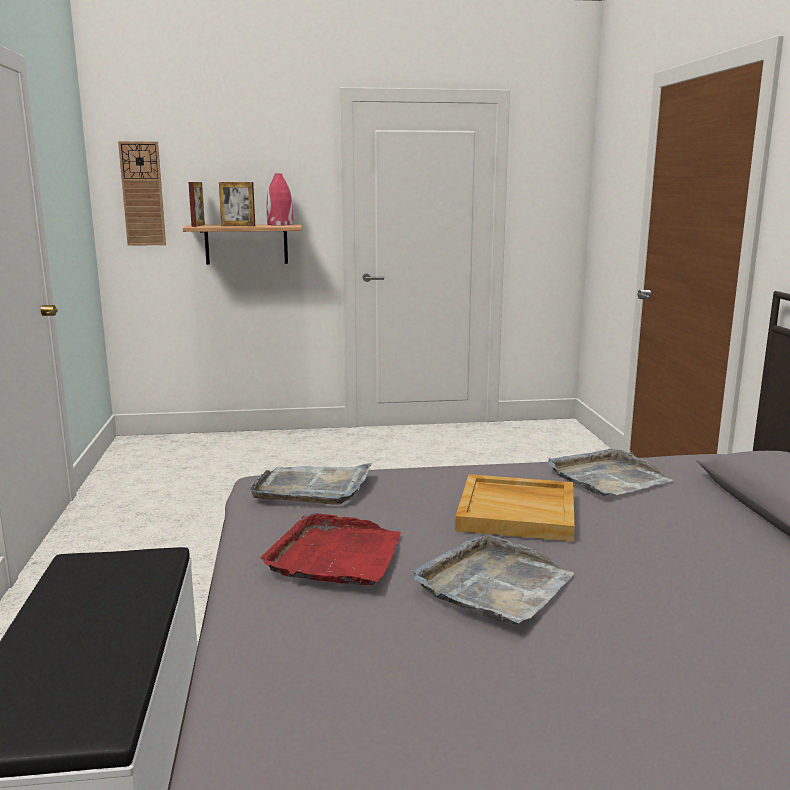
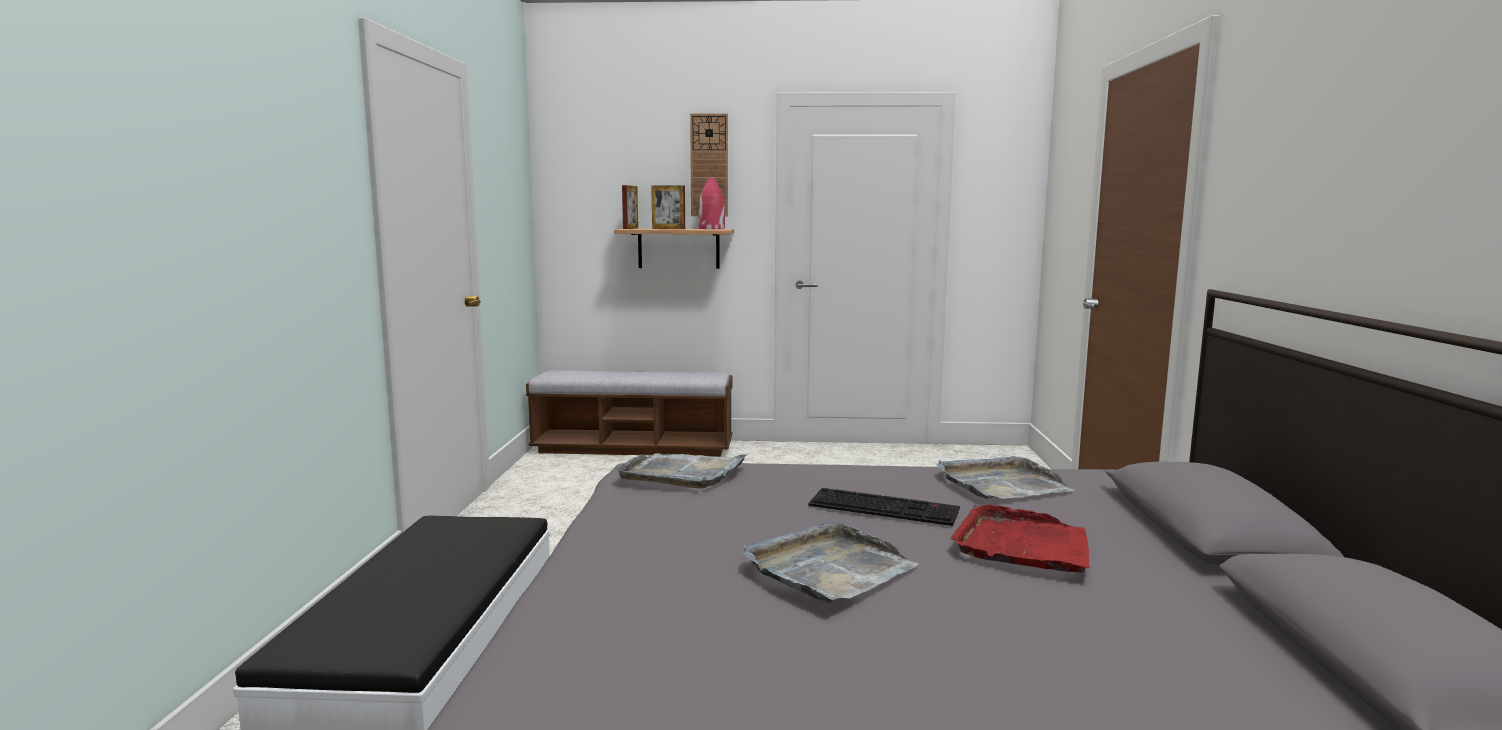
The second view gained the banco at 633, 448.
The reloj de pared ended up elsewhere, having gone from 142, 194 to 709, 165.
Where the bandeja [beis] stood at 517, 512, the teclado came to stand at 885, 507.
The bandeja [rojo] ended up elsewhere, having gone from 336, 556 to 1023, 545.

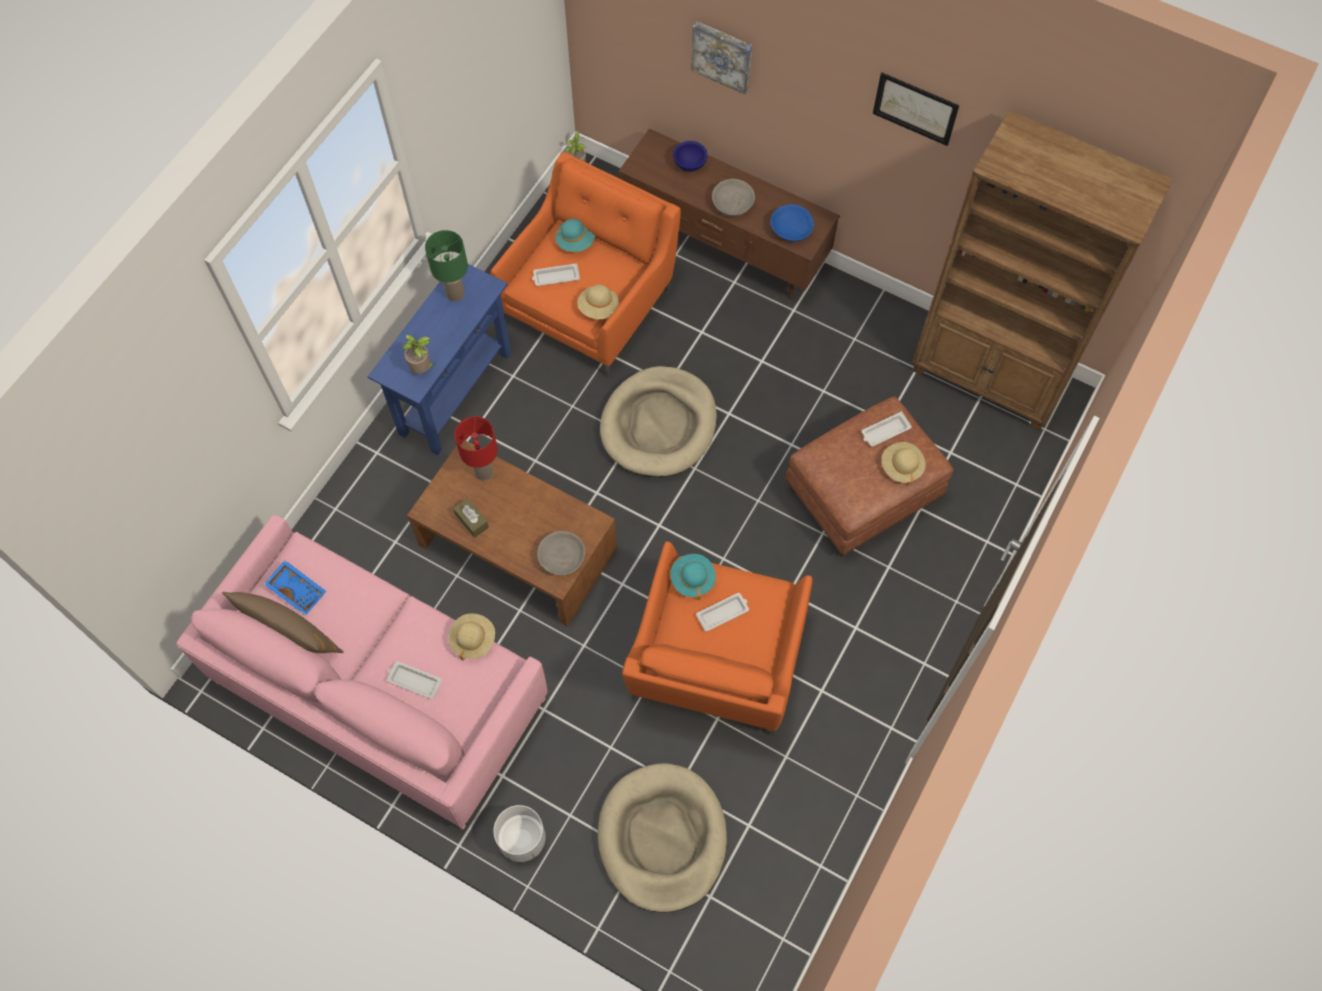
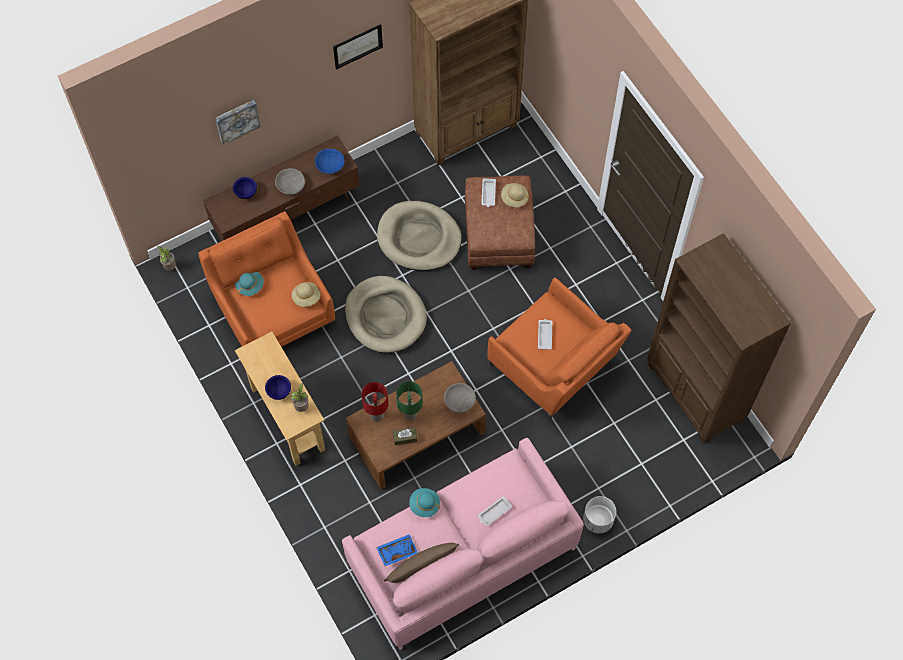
What was the mesa consola [azul] at 455, 393 turned into the mesa consola [beis] at 287, 418.
The second view gained the cuenco [azul] at 279, 391.
The cama para perro [beis] ended up elsewhere, having gone from 662, 838 to 419, 238.
The lámpara de mesa [verde] ended up elsewhere, having gone from 455, 293 to 410, 415.
The sombrero [turquesa] ended up elsewhere, having gone from 692, 579 to 424, 505.
The second view gained the estantería [marrón] at 695, 394.
The second view lost the sombrero [beis] at 473, 640.
The second view lost the bandeja [blanco] at 555, 277.

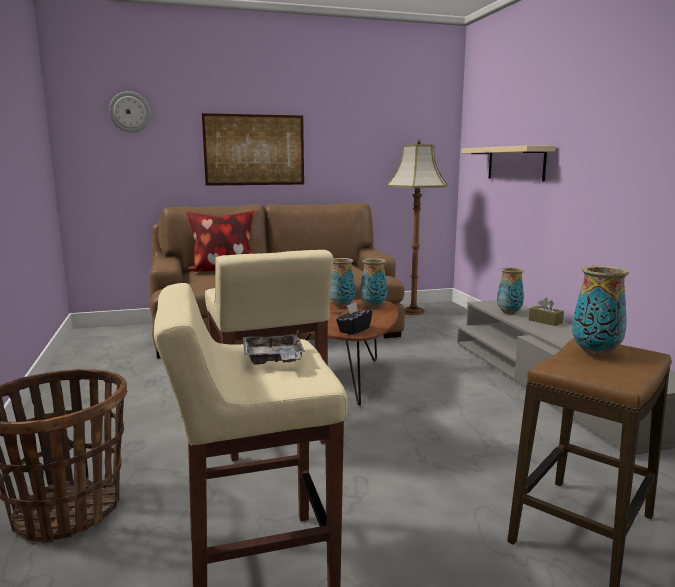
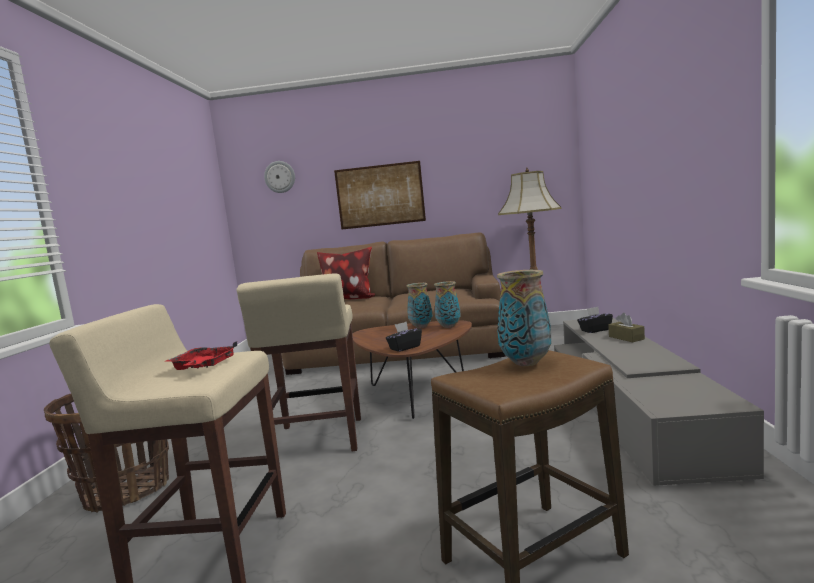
What was the bandeja [gris] at 274, 360 turned into the bandeja [rojo] at 203, 367.
Where the florero stood at 509, 313, the caja de pañuelos [negro] came to stand at 595, 330.
The second view lost the estante [beis] at 515, 163.

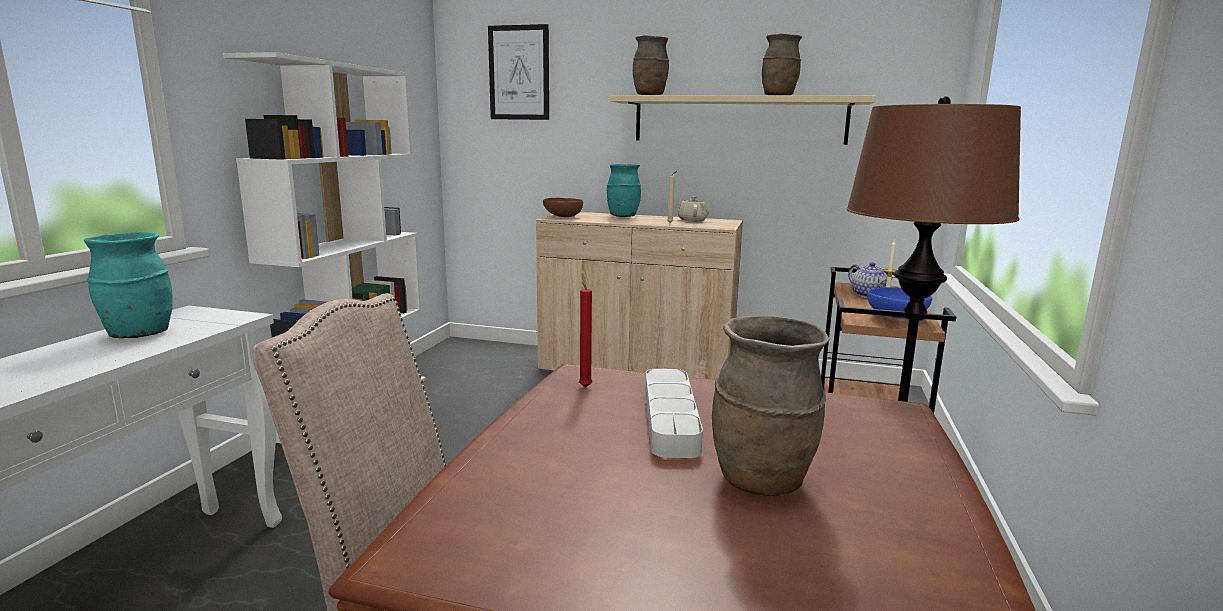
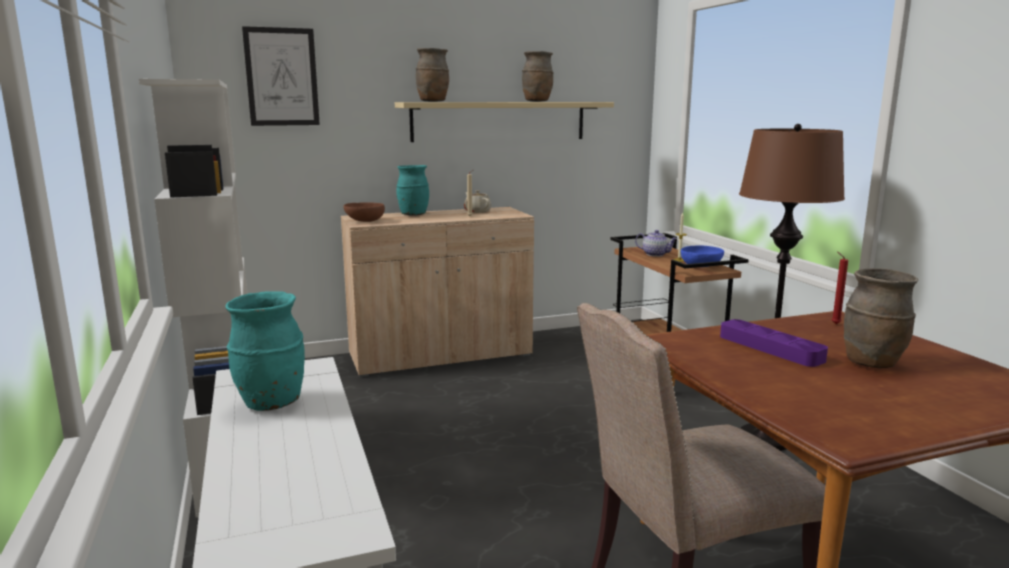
What was the bandeja [gris] at 670, 418 turned into the bandeja [morado] at 770, 348.
The vela [rojo] ended up elsewhere, having gone from 585, 386 to 834, 323.

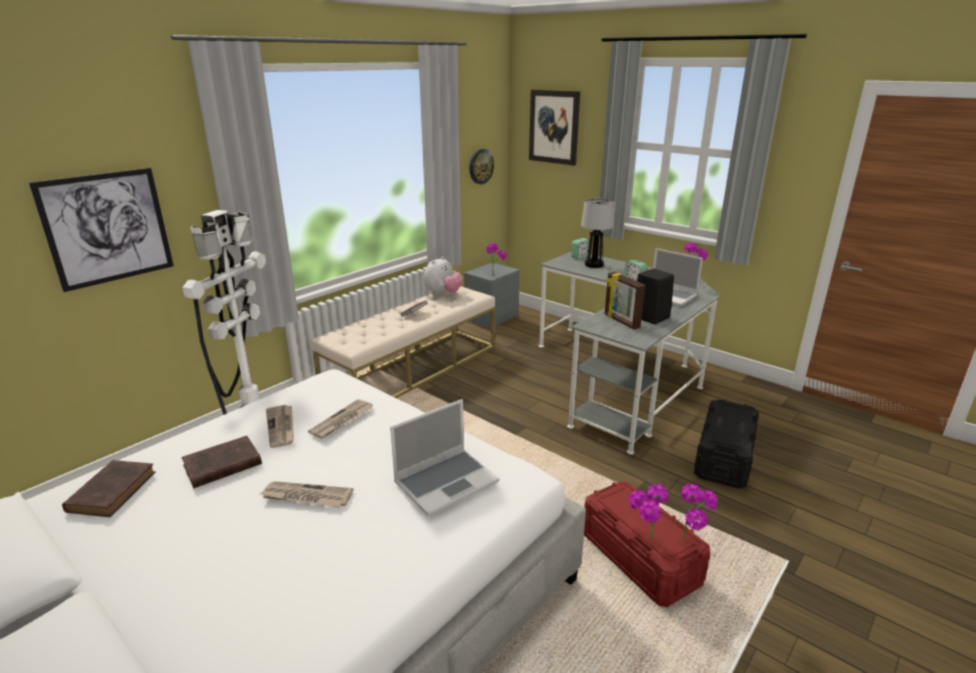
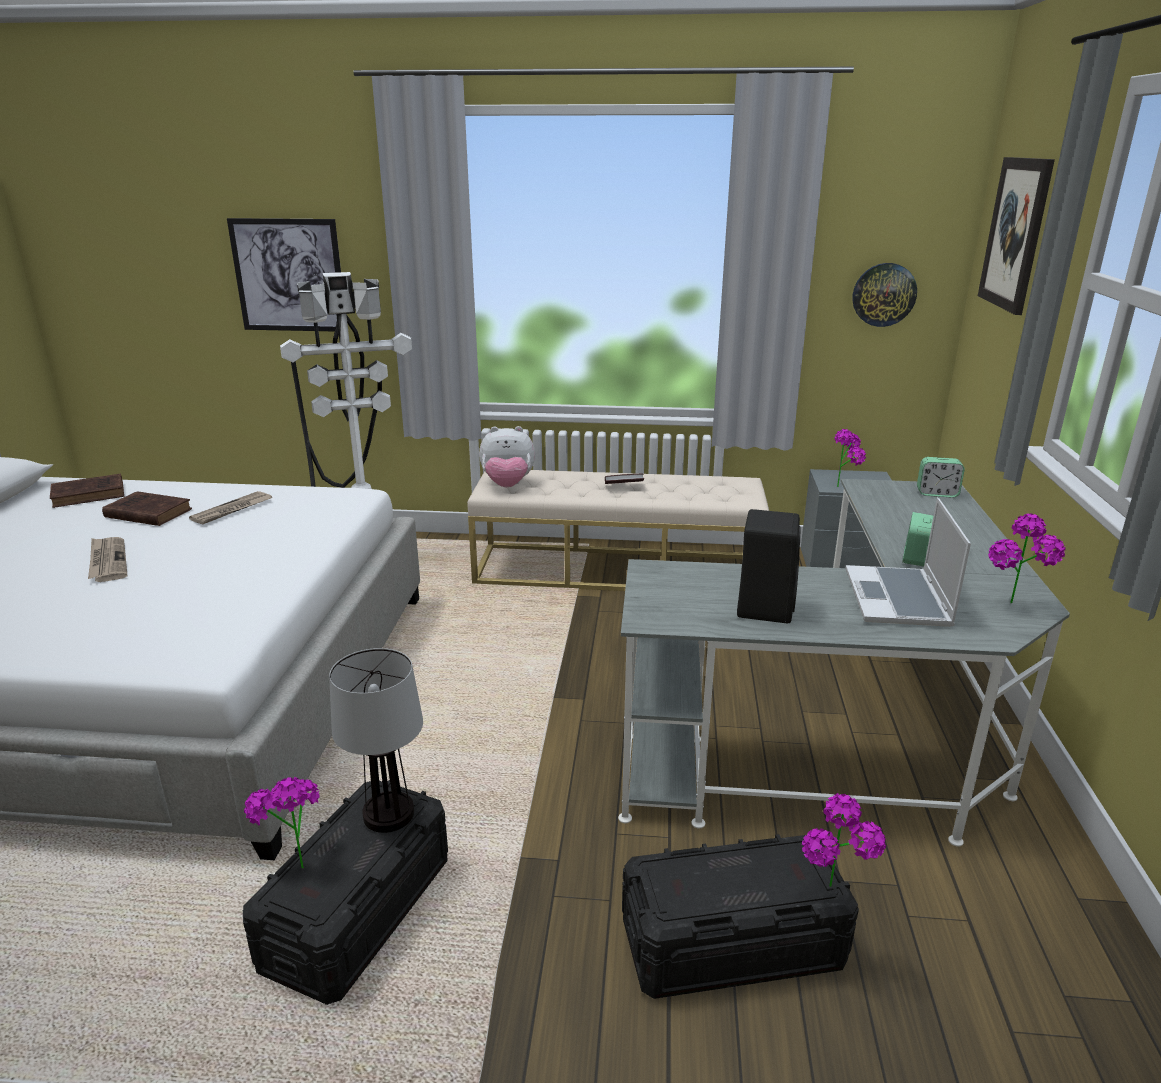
What was the caja de almacenaje [rojo] at 639, 558 turned into the caja de almacenaje [negro] at 358, 912.
The lámpara de mesa ended up elsewhere, having gone from 593, 265 to 387, 814.
The peluche ended up elsewhere, having gone from 443, 294 to 508, 486.
The planta en maceta ended up elsewhere, having gone from 692, 542 to 834, 897.
The second view lost the periódico at 342, 421.
The second view lost the portátil at 446, 481.
The second view lost the portarretratos at 621, 321.

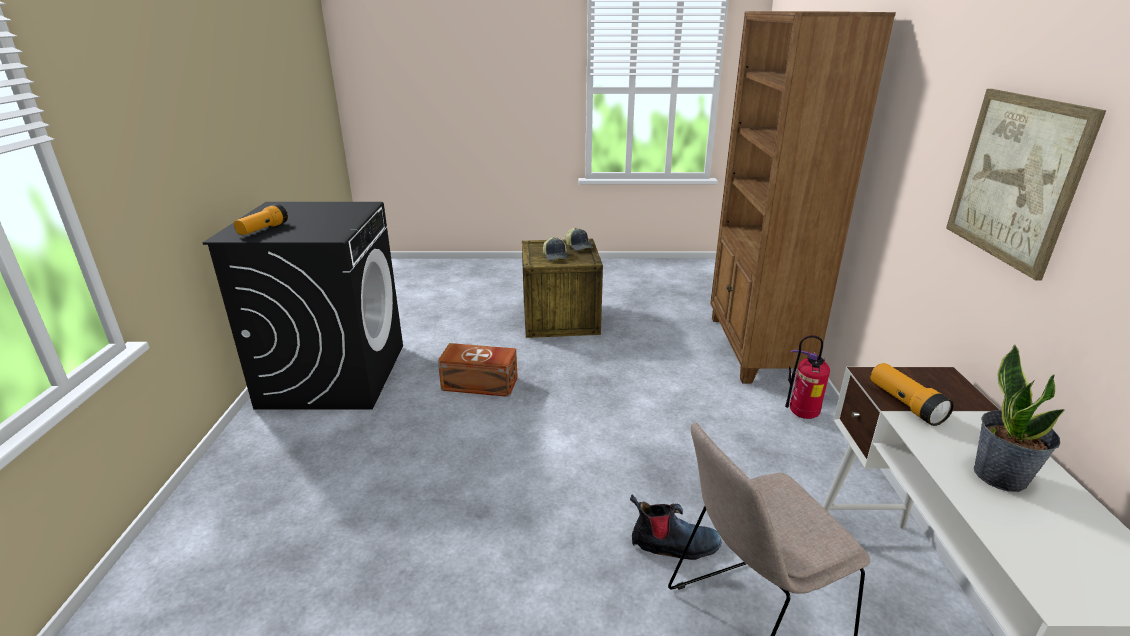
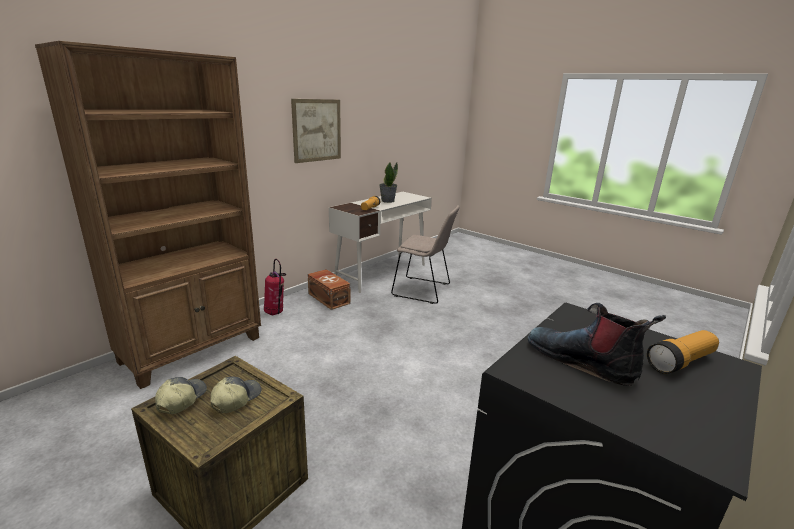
The caja de almacenaje [marrón] ended up elsewhere, having gone from 480, 384 to 329, 298.
The bota ended up elsewhere, having gone from 674, 545 to 582, 361.

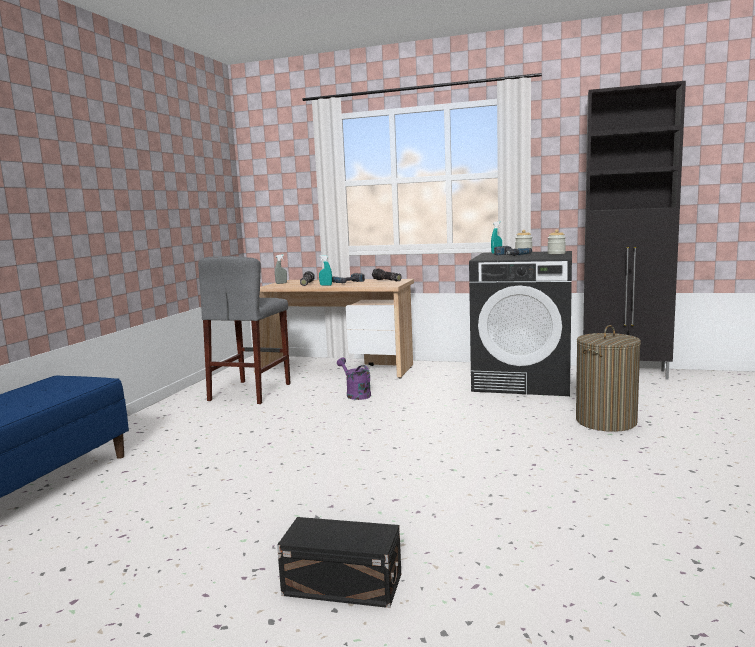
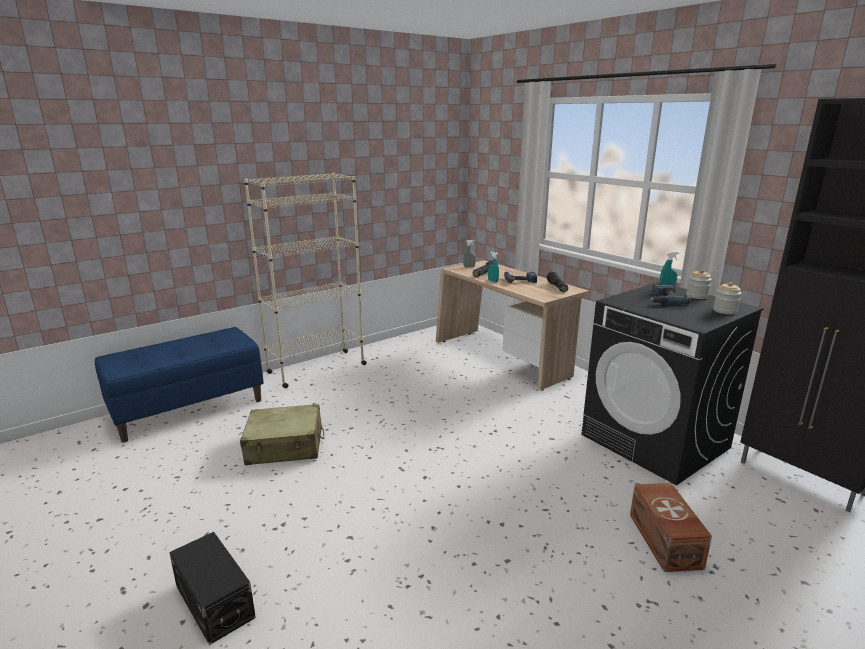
The second view gained the maleta [beis] at 285, 446.
The second view gained the estantería [beis] at 316, 369.
Where the cesto de la ropa stood at 606, 421, the caja de almacenaje [marrón] came to stand at 664, 541.
The second view lost the taburete [gris] at 251, 392.
The second view lost the regadera [morado] at 355, 394.

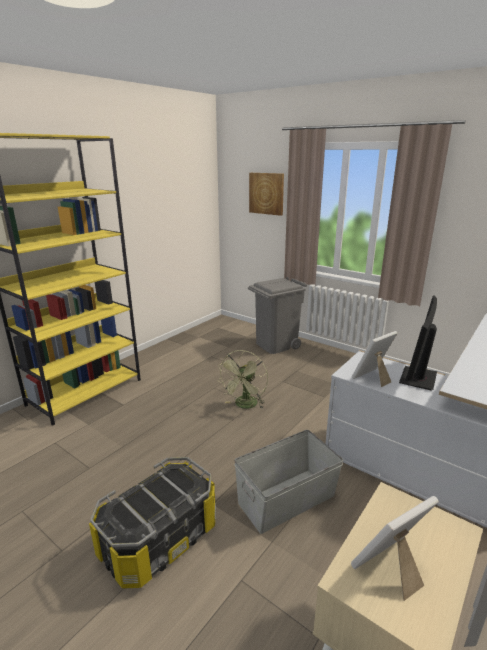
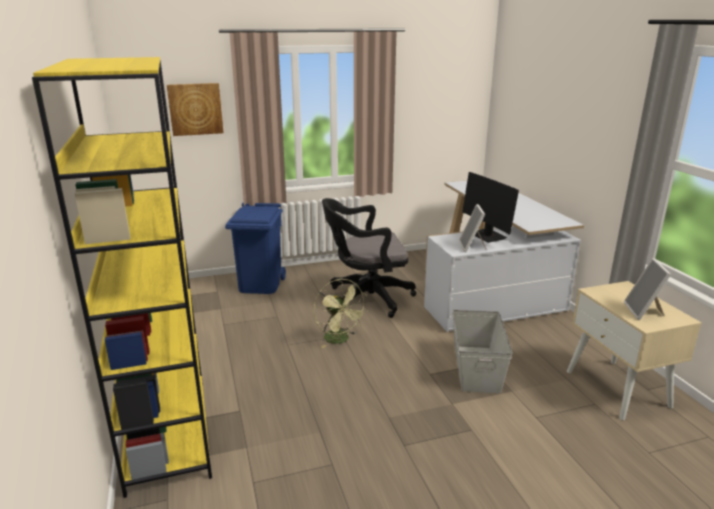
What was the papelera [gris] at 276, 345 turned into the papelera [azul] at 260, 285.
The second view gained the silla de oficina [negro] at 366, 298.
The second view lost the caja de almacenaje at 159, 539.

